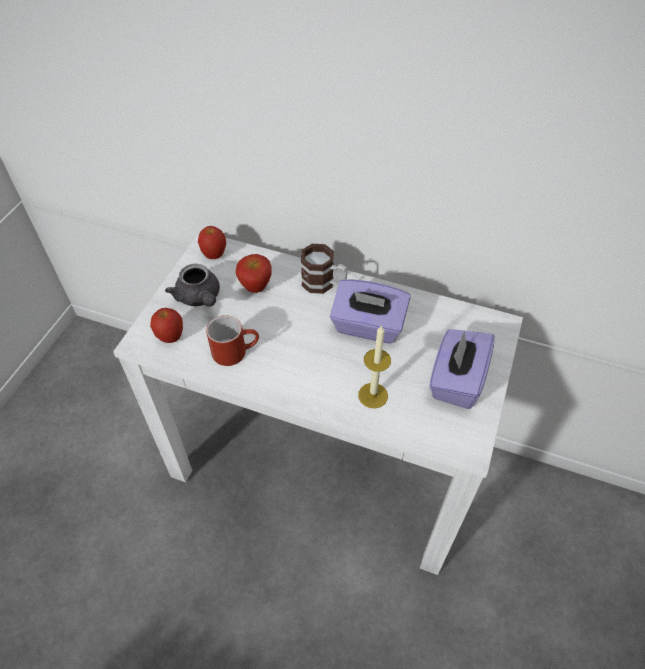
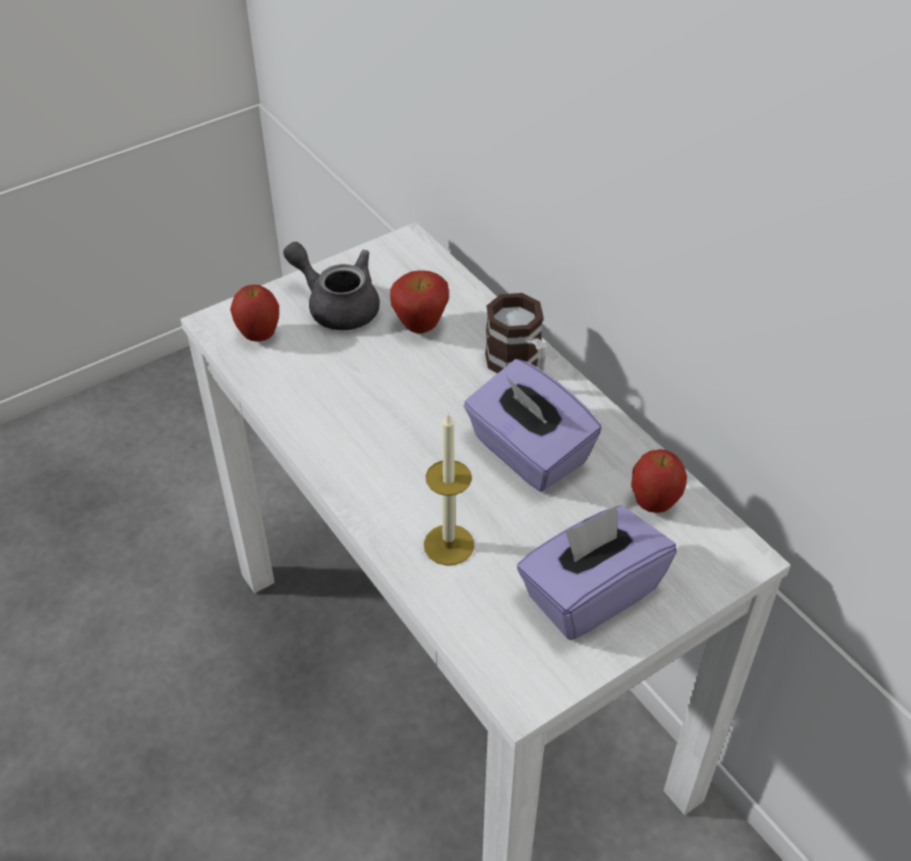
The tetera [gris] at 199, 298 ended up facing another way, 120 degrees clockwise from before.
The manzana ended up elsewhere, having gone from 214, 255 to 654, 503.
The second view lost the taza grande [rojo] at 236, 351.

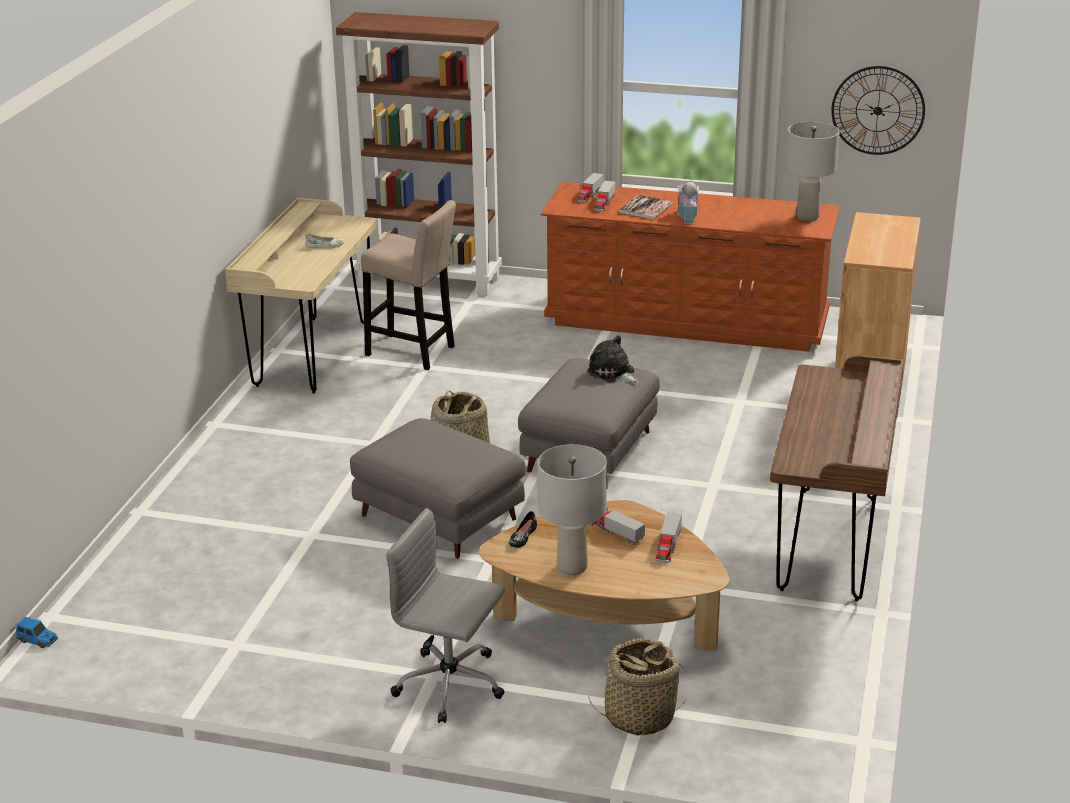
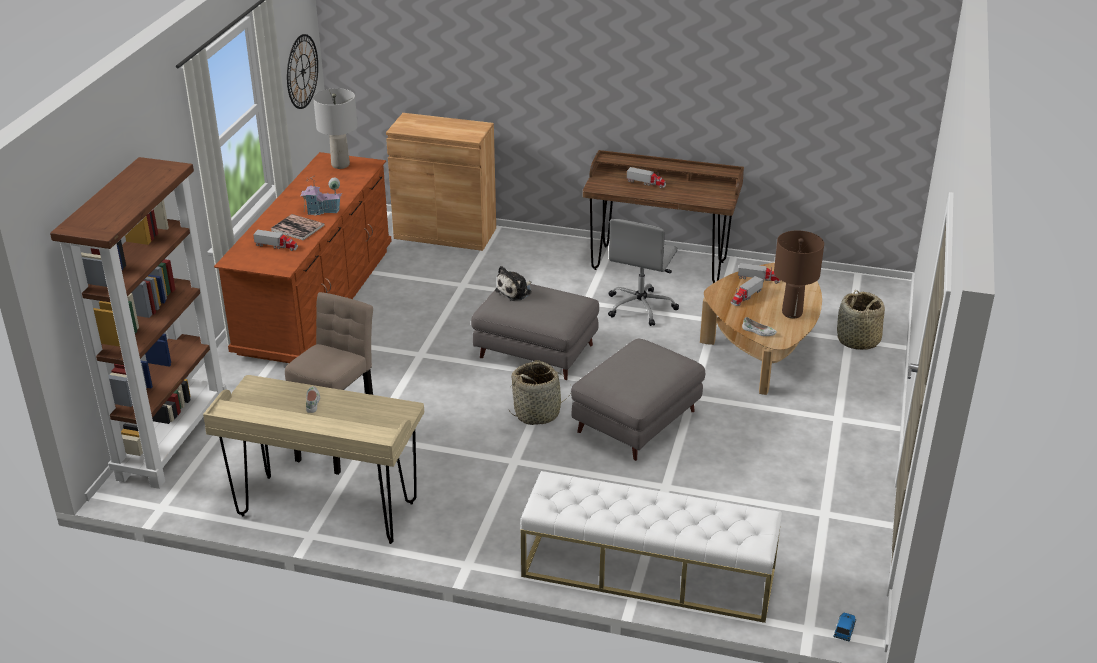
The second view gained the banco [blanco] at 647, 573.
The silla de oficina [gris] ended up elsewhere, having gone from 451, 685 to 641, 307.
The camión de juguete ended up elsewhere, having gone from 590, 194 to 646, 183.
What was the zapato [negro] at 522, 537 turned into the zapato [blanco] at 758, 332.
What was the lámpara de mesa [gris] at 572, 567 turned into the lámpara de mesa [marrón] at 791, 313.

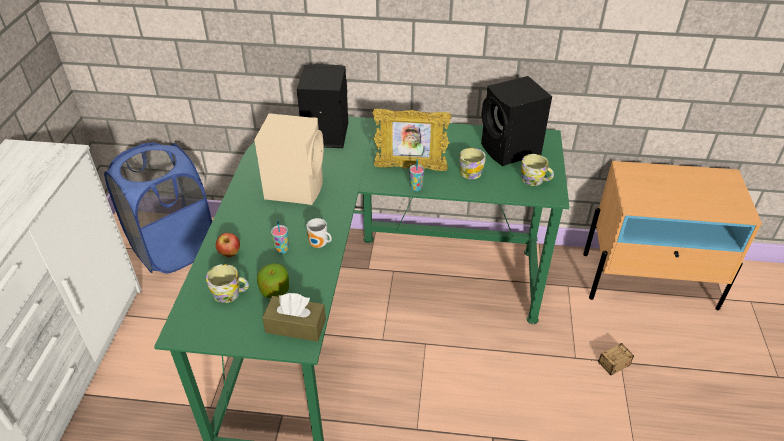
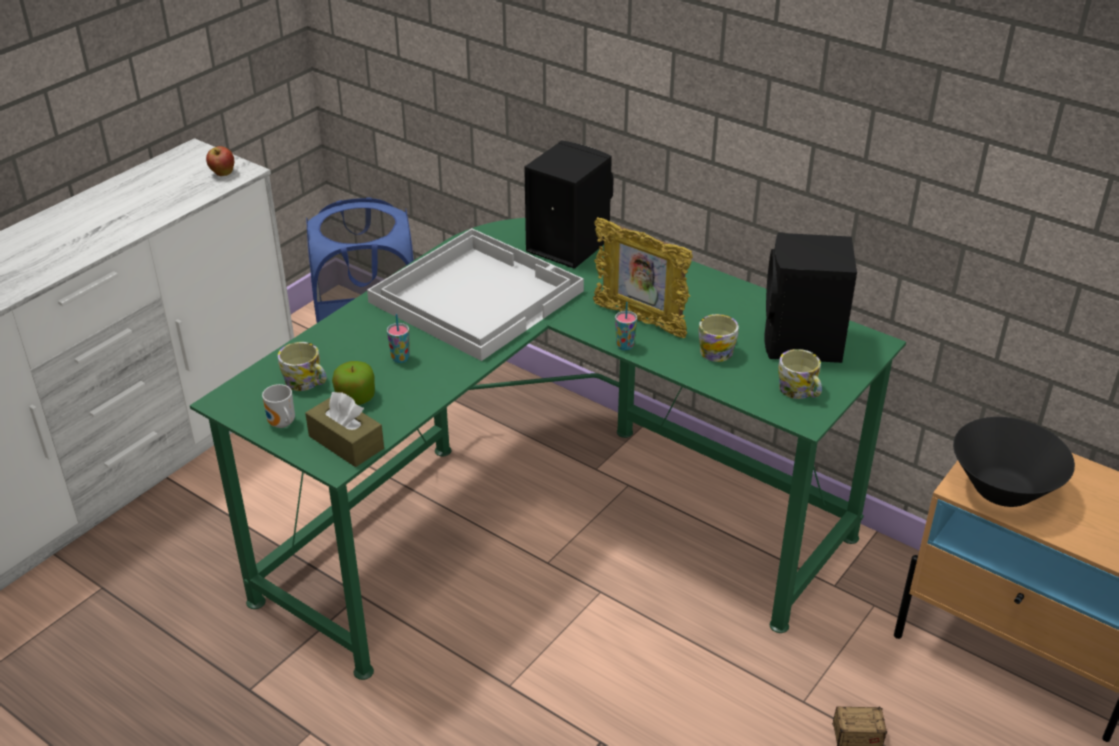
The manzana ended up elsewhere, having gone from 230, 254 to 222, 174.
The taza grande ended up elsewhere, having gone from 319, 245 to 281, 425.
Where the altavoz [beis] stood at 295, 187, the bandeja [blanco] came to stand at 476, 295.
The second view gained the cuenco [negro] at 1003, 489.

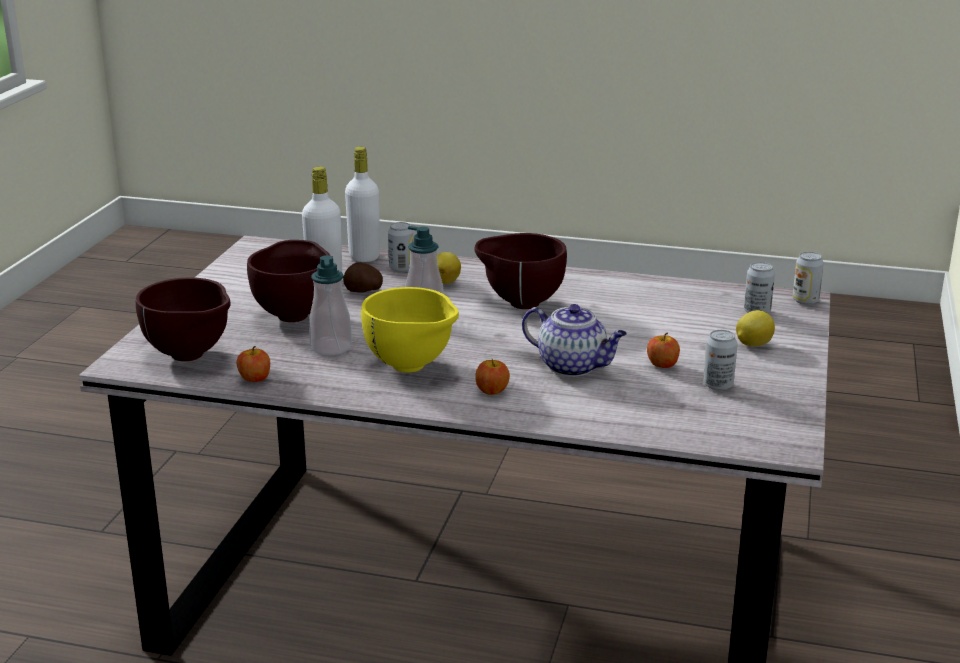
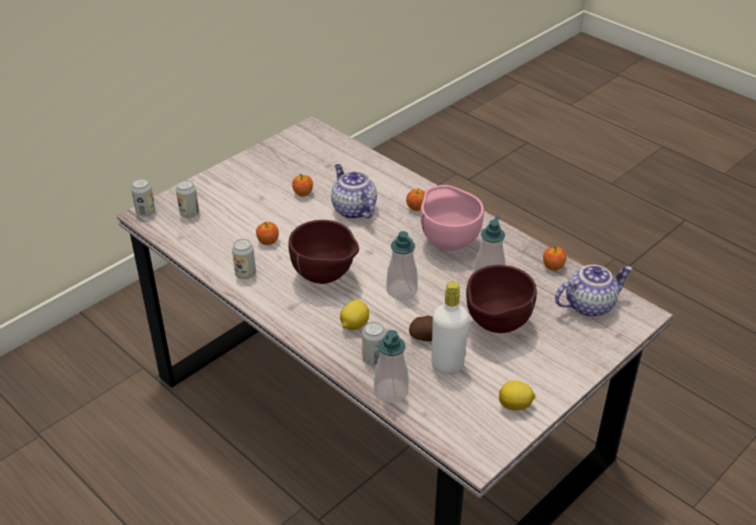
The lata ended up elsewhere, having gone from 718, 385 to 245, 274.
The second view gained the manzana at 268, 241.
Where the botella [blanco] stood at 364, 256, the dispensador de jabón came to stand at 391, 392.
What was the cuenco [amarillo] at 412, 367 turned into the cuenco [rosa] at 448, 242.
The limón ended up elsewhere, having gone from 752, 344 to 515, 406.
Where the cuenco [marrón] stood at 191, 356, the tetera came to stand at 589, 305.

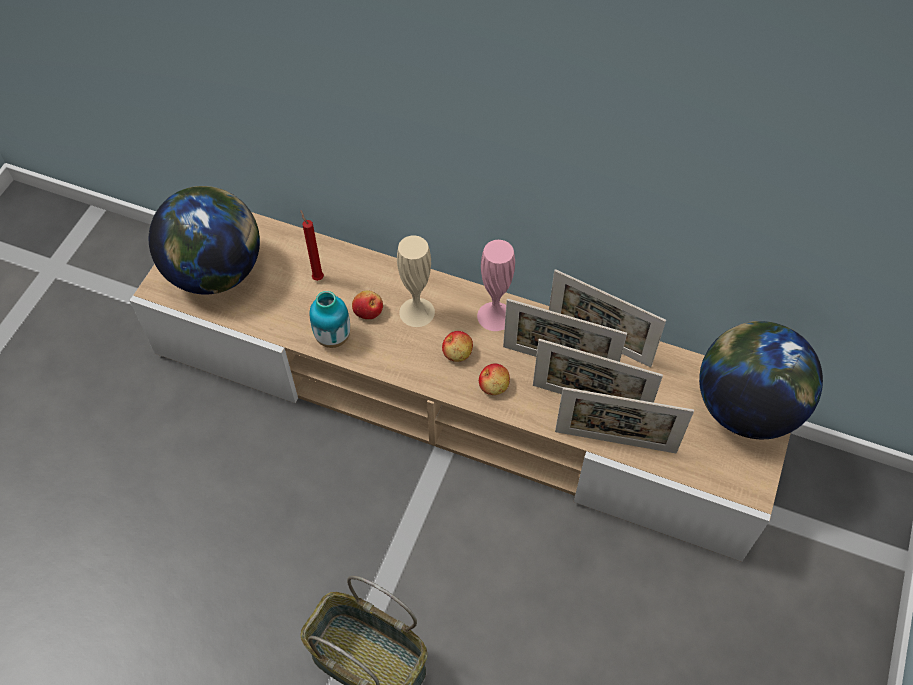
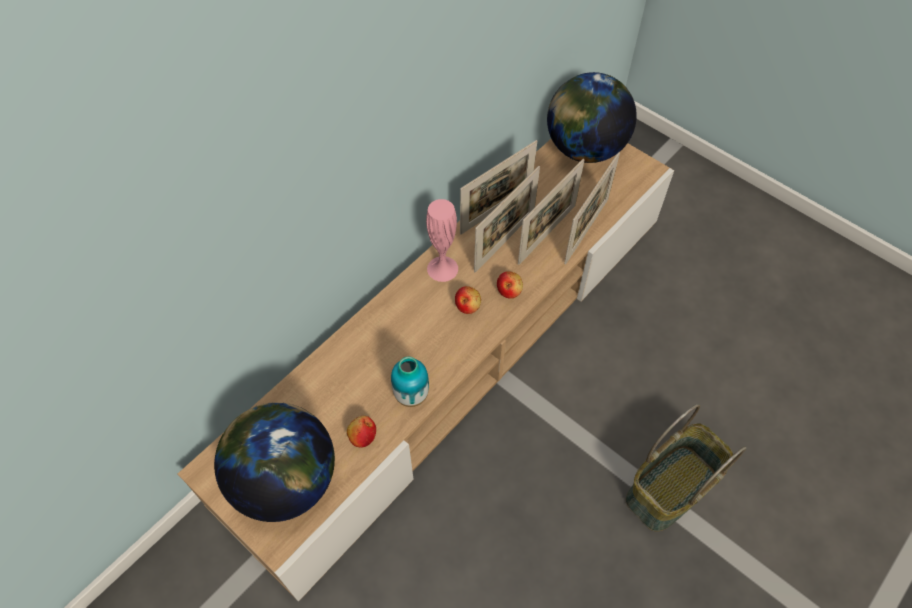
The manzana ended up elsewhere, having gone from 368, 311 to 362, 436.
The second view lost the vela [rojo] at 317, 277.
The second view lost the florero [beis] at 417, 312.

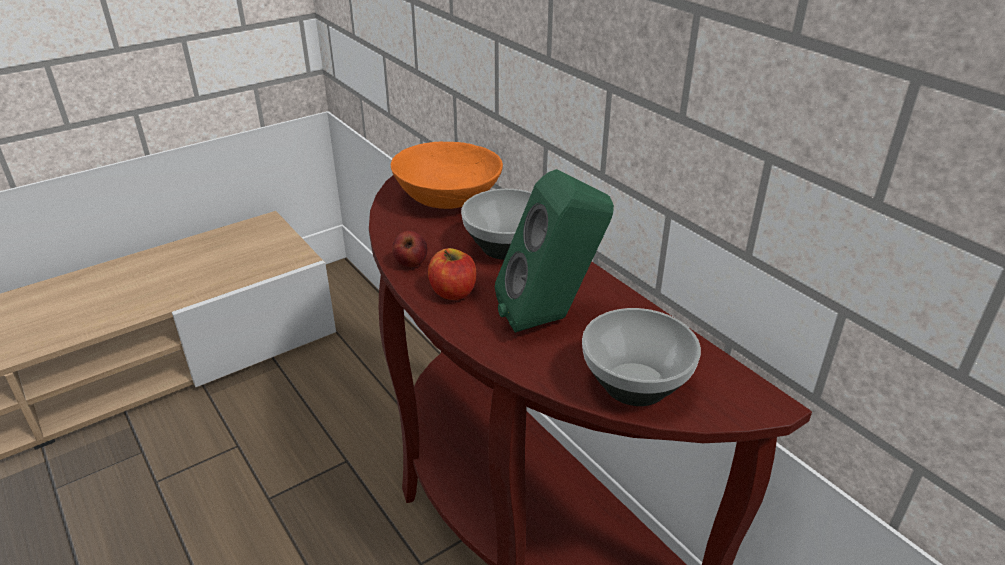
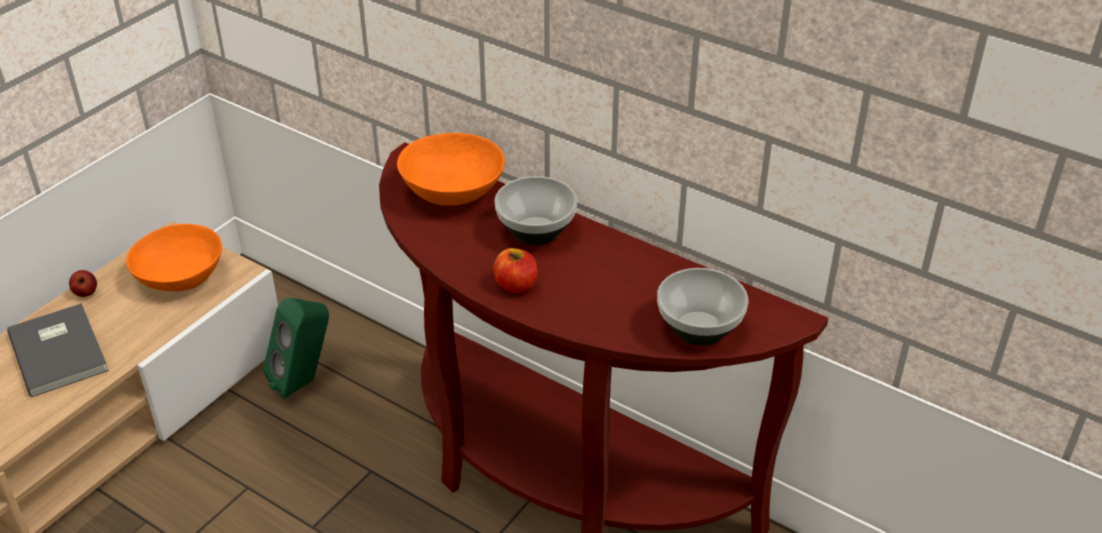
The second view gained the libro [gris] at 60, 350.
The manzana ended up elsewhere, having gone from 410, 263 to 86, 293.
The second view gained the cuenco [naranja] at 181, 276.
The altavoz [verde] ended up elsewhere, having gone from 551, 318 to 304, 382.

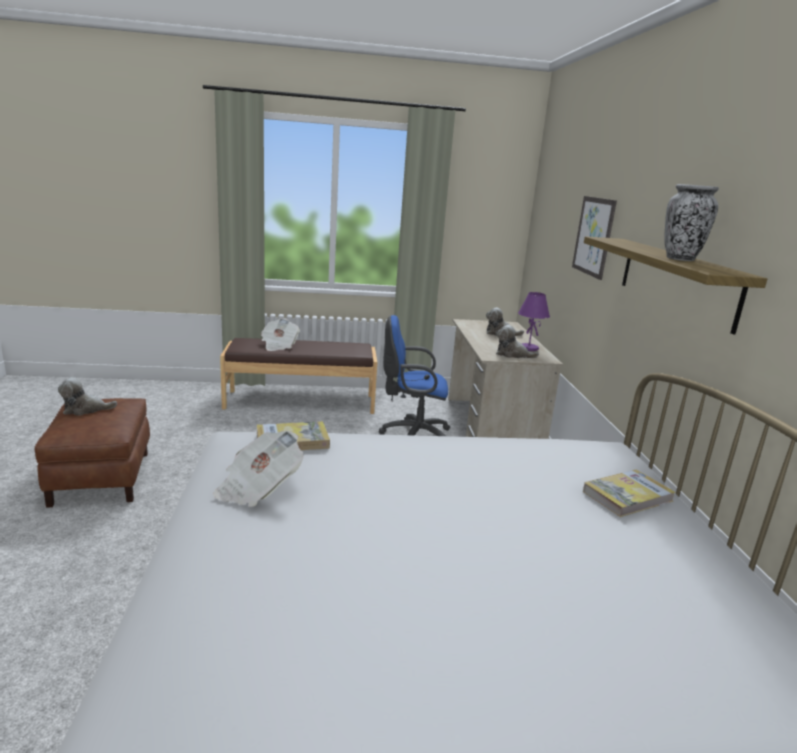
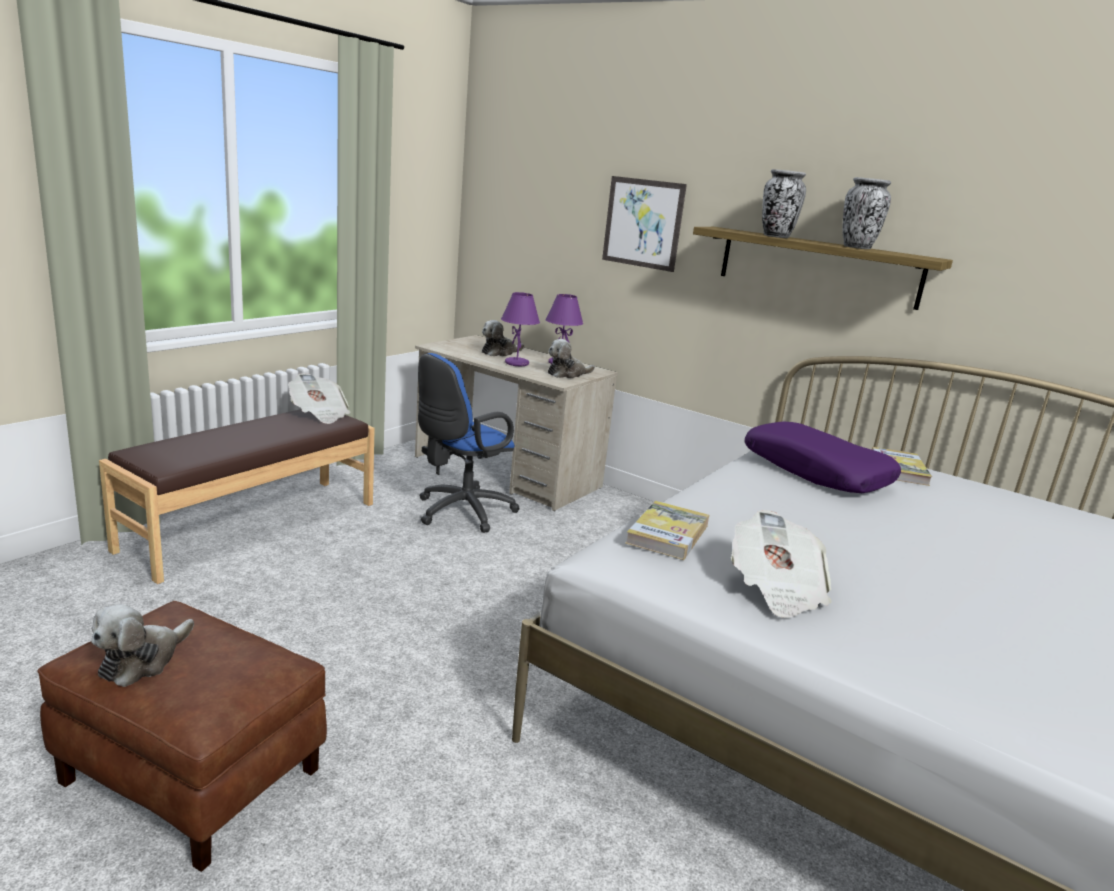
The periódico ended up elsewhere, having gone from 279, 345 to 319, 414.
The second view gained the lámpara de mesa [morado] at 517, 363.
The second view gained the cojín [morado] at 816, 471.
The second view gained the florero at 776, 236.

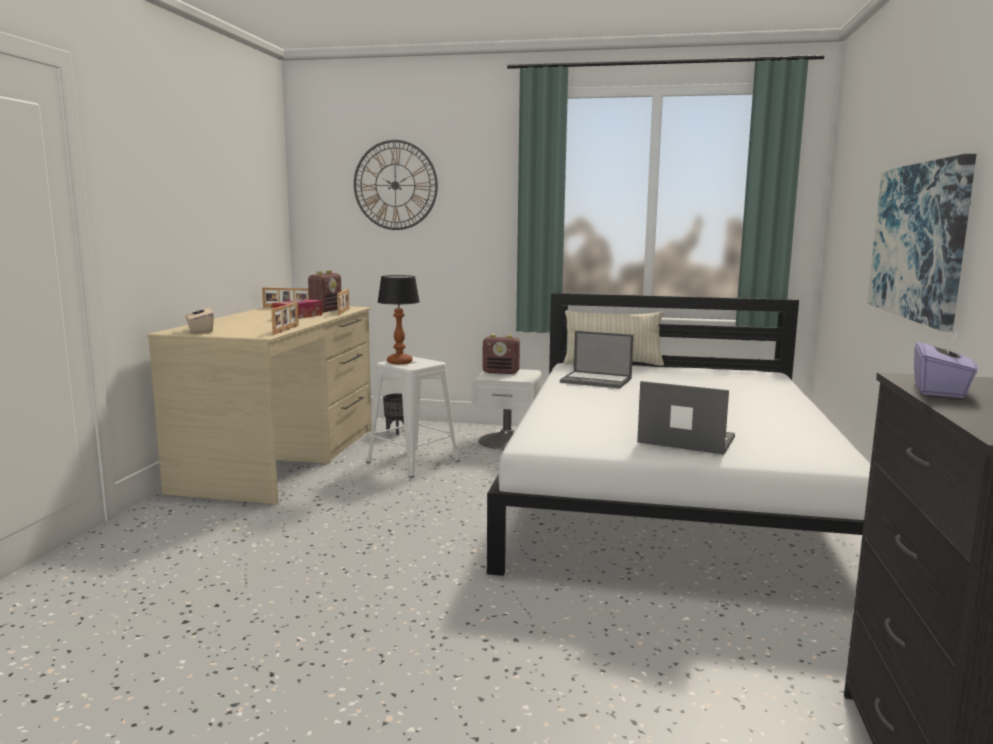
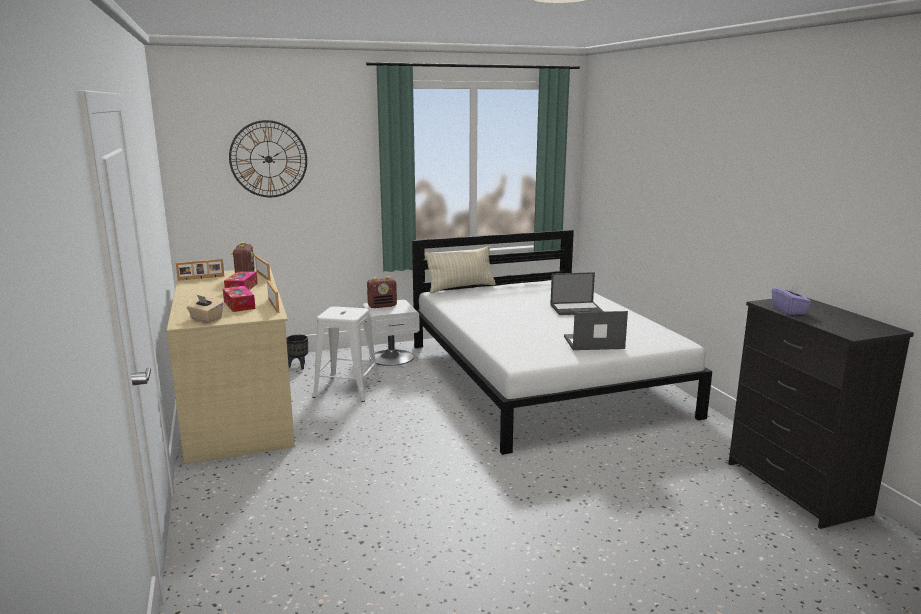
The second view gained the caja de pañuelos at 239, 305.
The portátil ended up elsewhere, having gone from 597, 380 to 577, 309.
The second view lost the lámpara de mesa at 399, 362.
The second view lost the cuadro at 918, 241.

